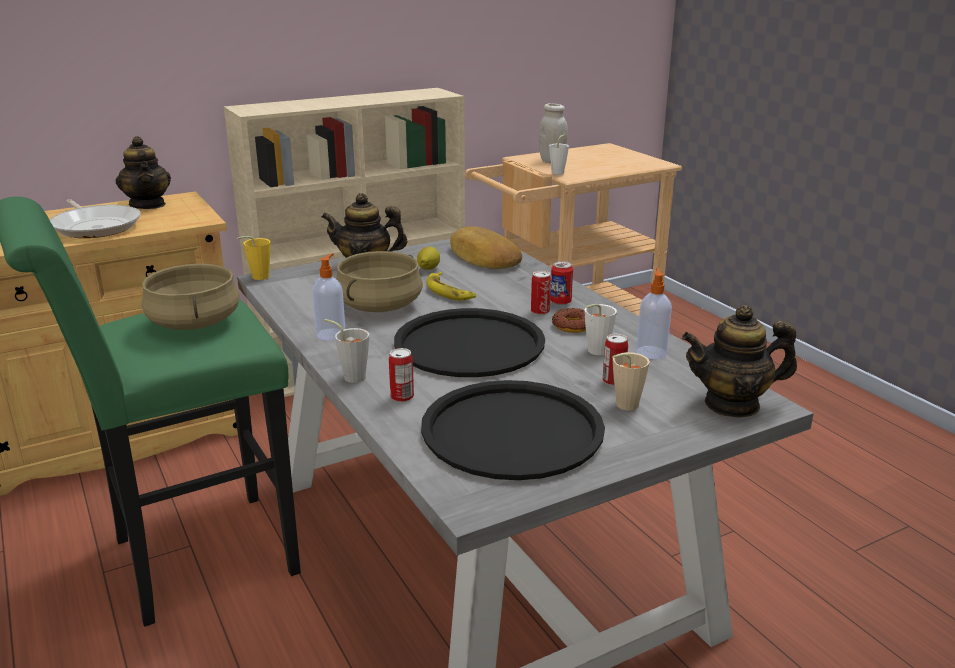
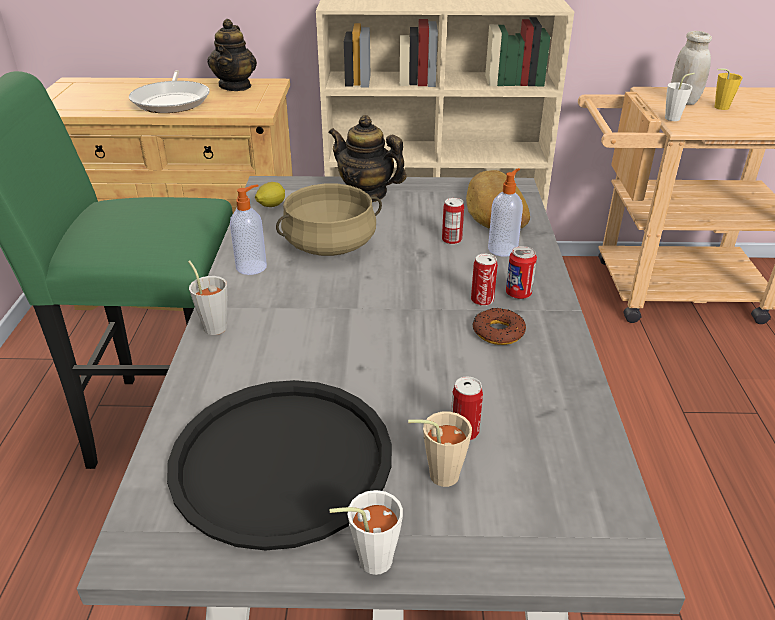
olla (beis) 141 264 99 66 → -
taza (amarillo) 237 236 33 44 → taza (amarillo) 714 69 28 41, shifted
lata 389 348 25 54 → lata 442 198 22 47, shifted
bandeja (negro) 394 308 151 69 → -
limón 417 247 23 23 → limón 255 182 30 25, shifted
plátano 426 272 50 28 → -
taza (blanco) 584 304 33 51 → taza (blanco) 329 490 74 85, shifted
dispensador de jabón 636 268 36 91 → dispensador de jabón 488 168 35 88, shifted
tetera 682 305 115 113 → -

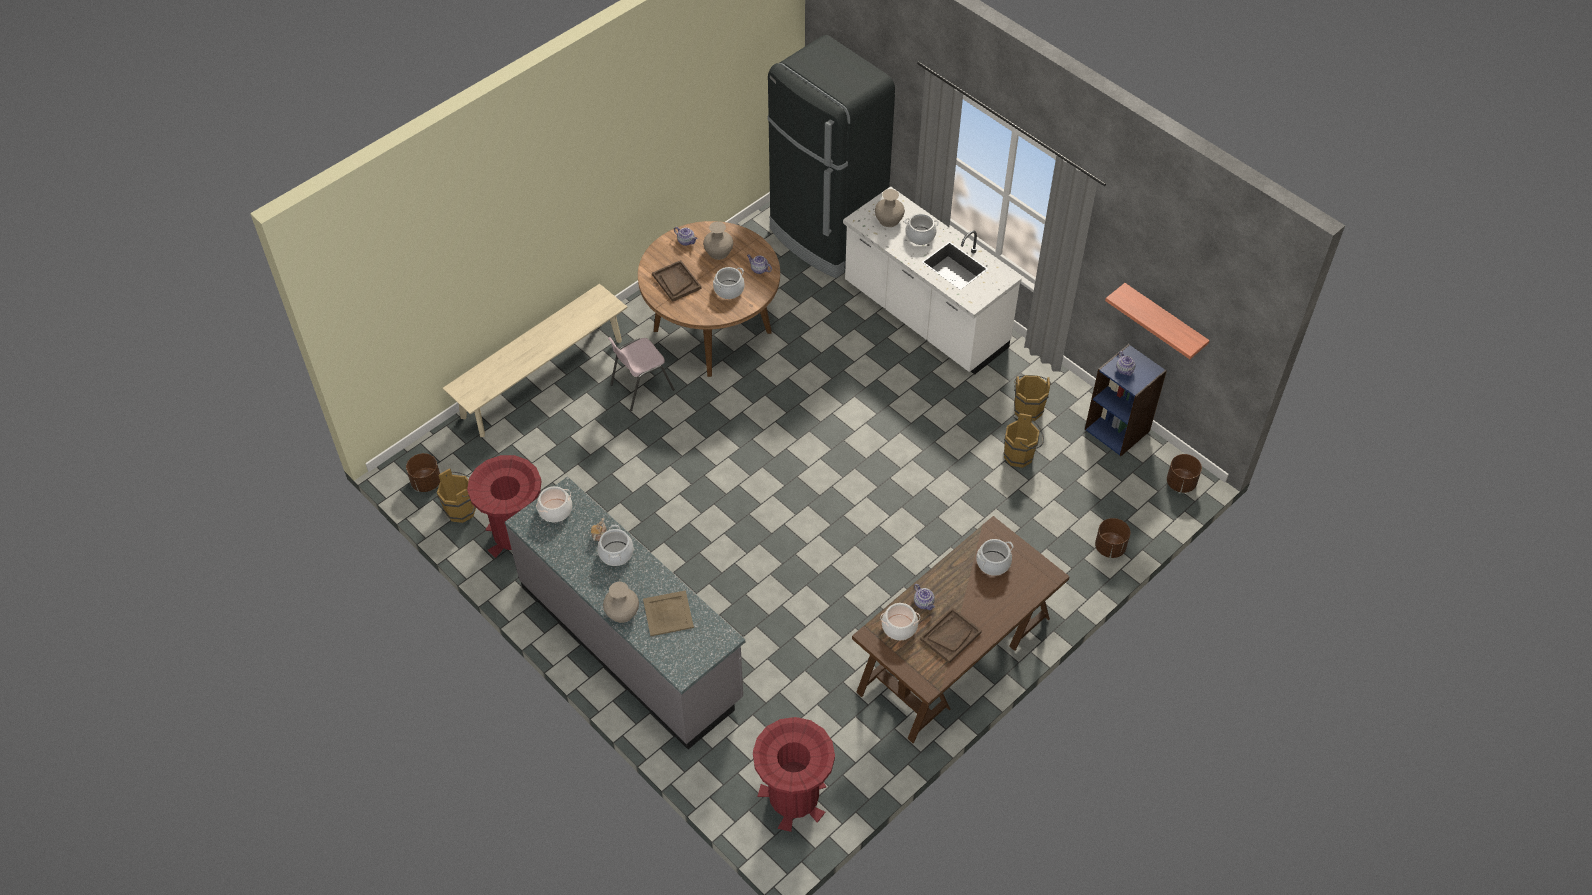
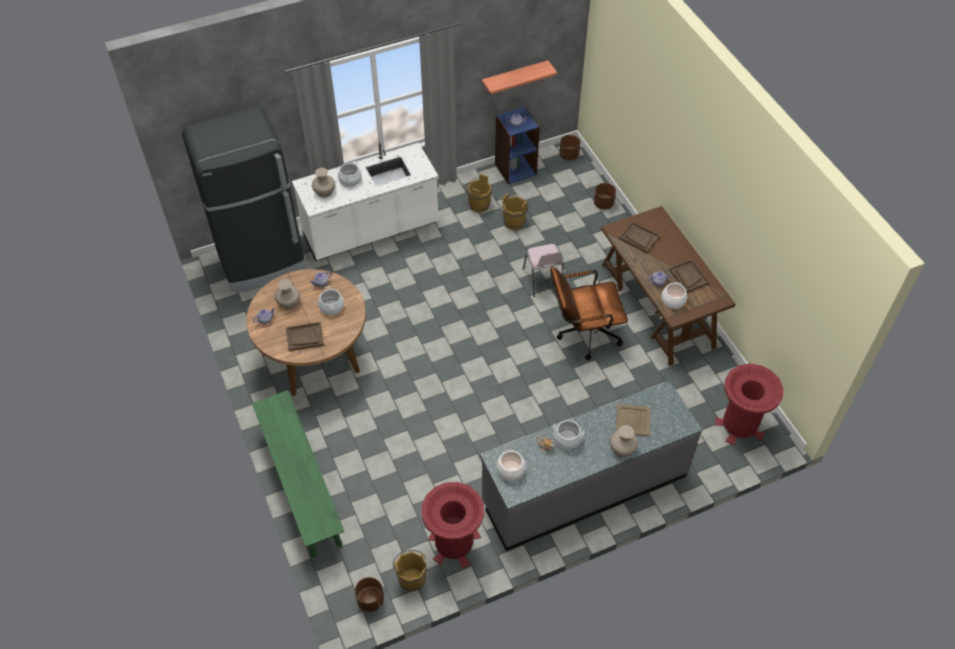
banco (beis) 442 284 185 153 → banco (verde) 252 390 92 168
silla (rosa) 608 337 67 74 → silla (rosa) 523 244 41 53, shifted
olla 976 539 38 37 → bandeja (marrón) 619 221 41 32
- → silla de oficina (marrón) 550 266 78 94

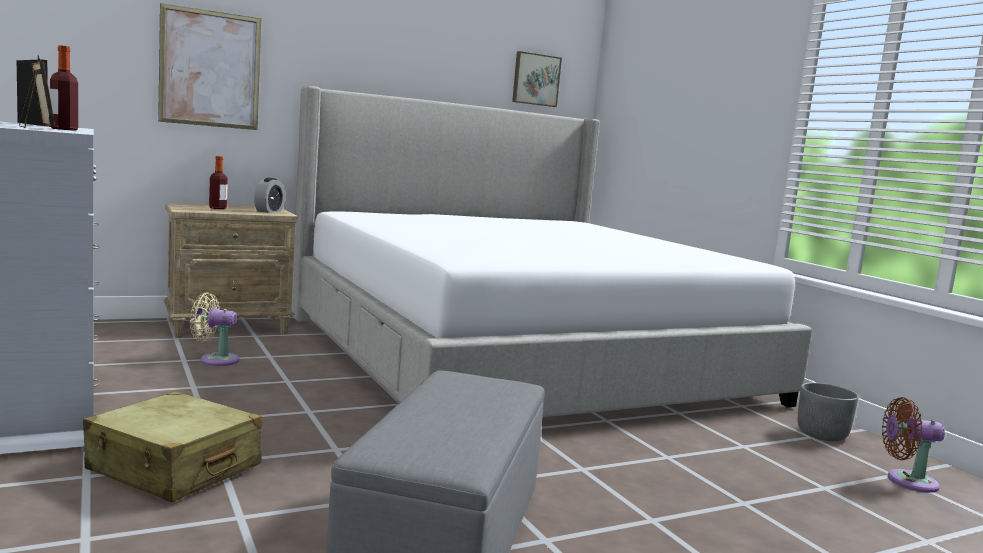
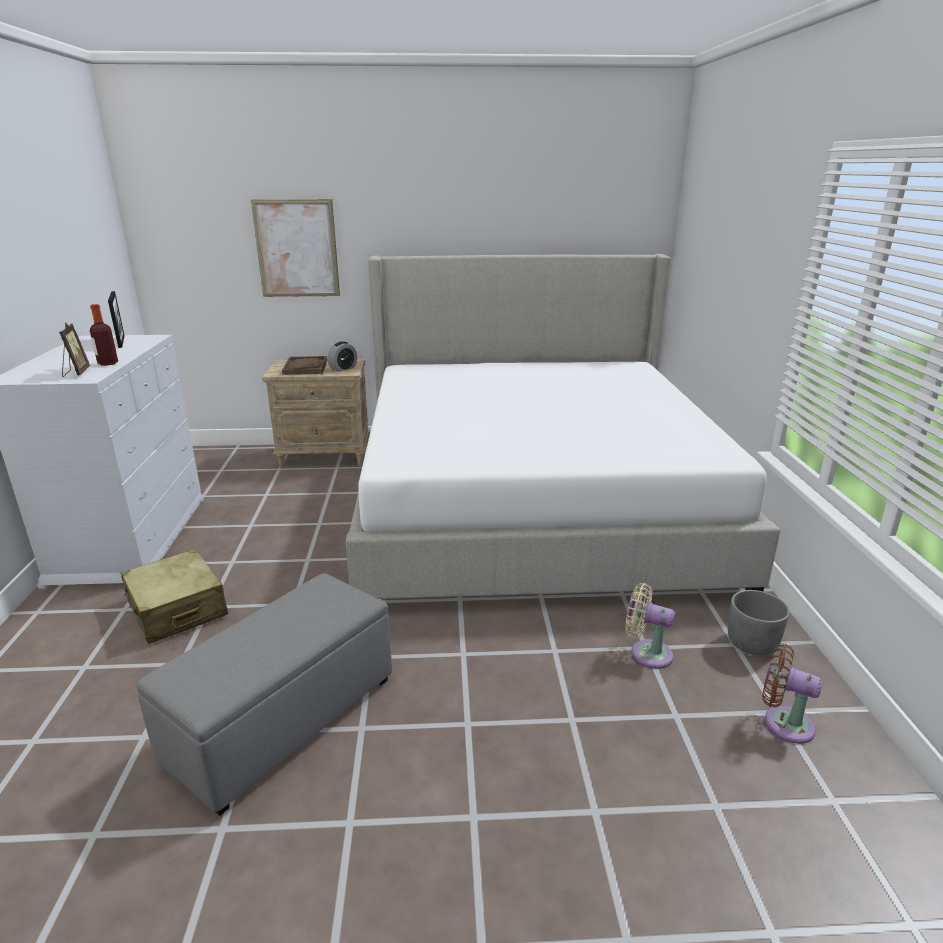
ventilador (beis) 190 292 49 74 → ventilador (beis) 625 583 50 86, shifted
botella 209 156 19 53 → bandeja (marrón) 282 356 45 19
cuadro 512 51 50 56 → -

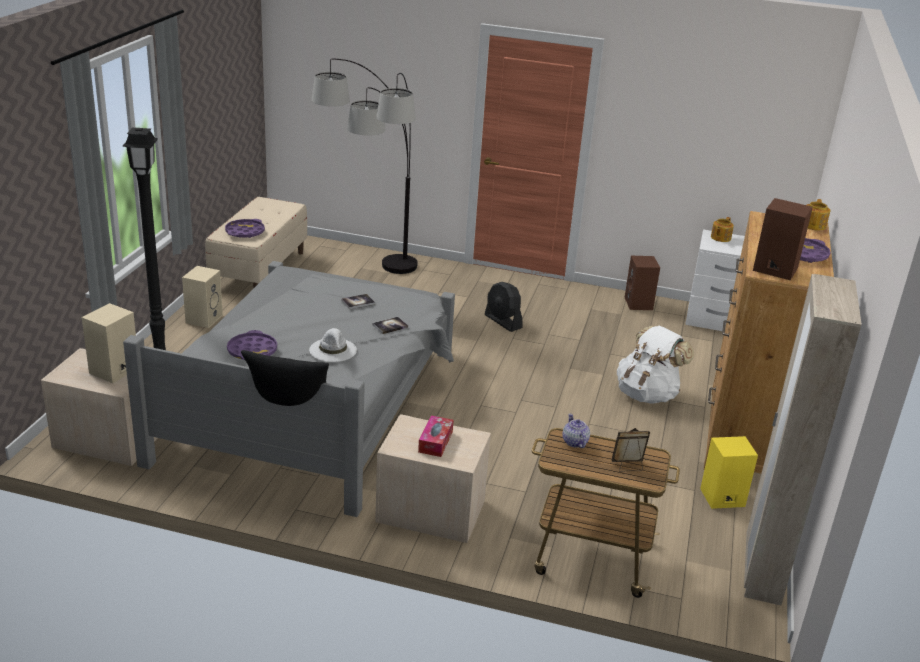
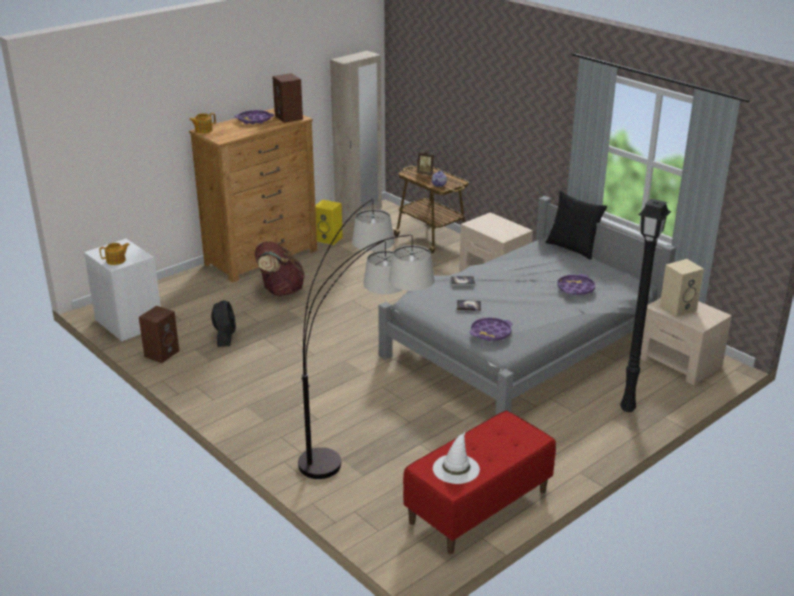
altavoz (beis) 182 266 41 62 → -
banco (beis) 205 197 102 91 → banco (rojo) 403 411 153 143
bandeja (morado) 225 219 40 19 → bandeja (morado) 470 317 42 24, shifted
sombrero (blanco) 309 328 48 34 → sombrero (blanco) 433 432 47 52, shifted
caja de pañuelos 418 415 35 42 → -
ventilador (negro) 485 282 38 50 → ventilador (negro) 211 300 25 47, shifted
mochila (blanco) 617 325 77 79 → mochila (marrón) 255 241 50 55

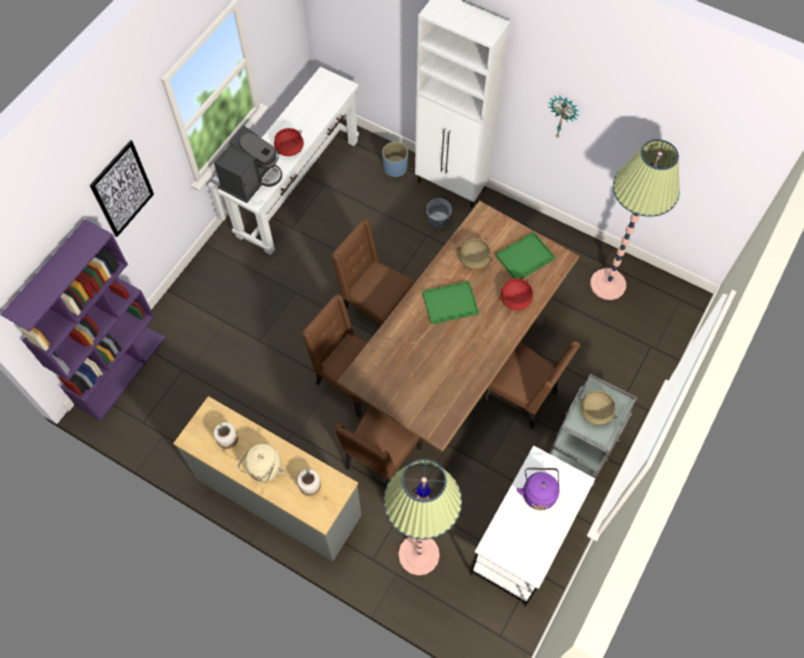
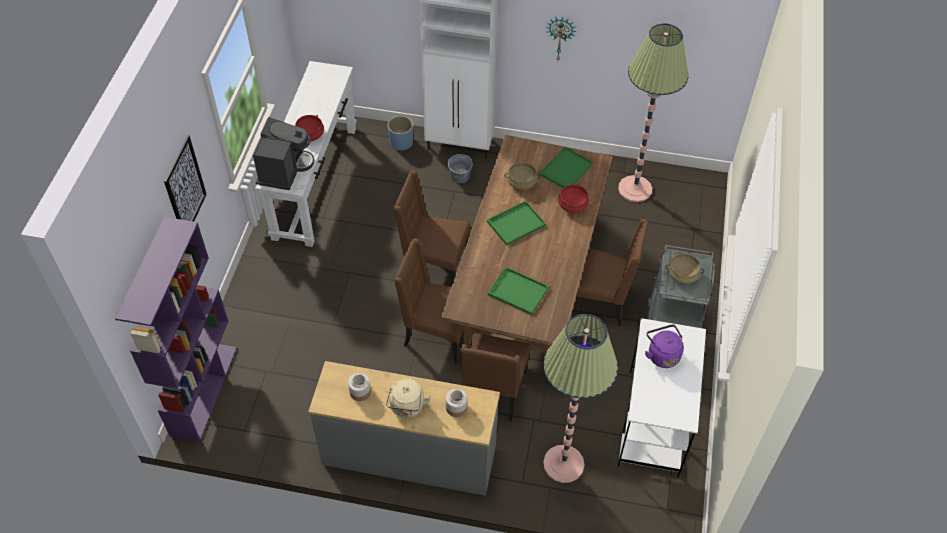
- → bandeja (verde) 488 267 61 48

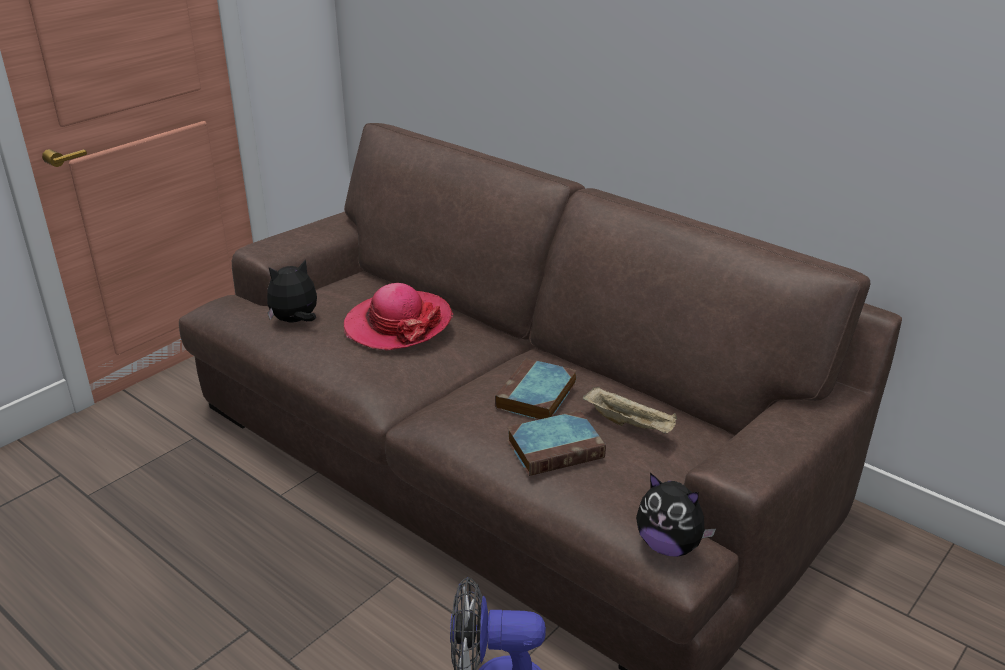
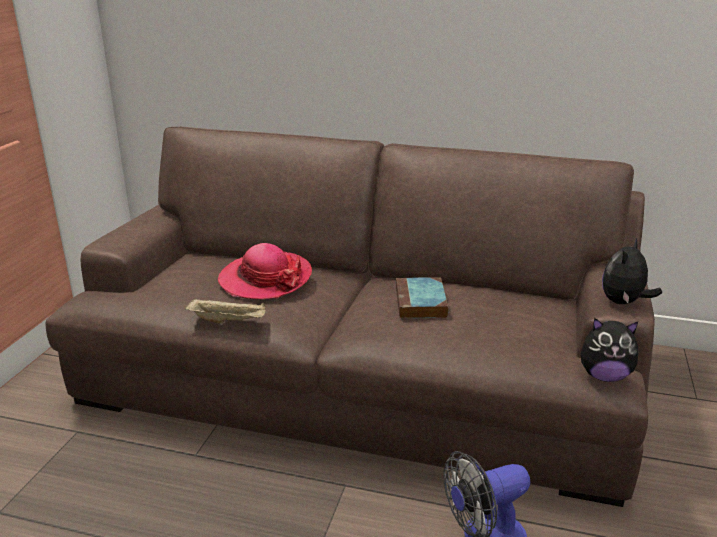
peluche 267 259 50 64 → peluche 602 238 60 66, shifted
libro 507 411 99 65 → -
bandeja (beis) 583 386 94 48 → bandeja (beis) 185 298 81 26, shifted

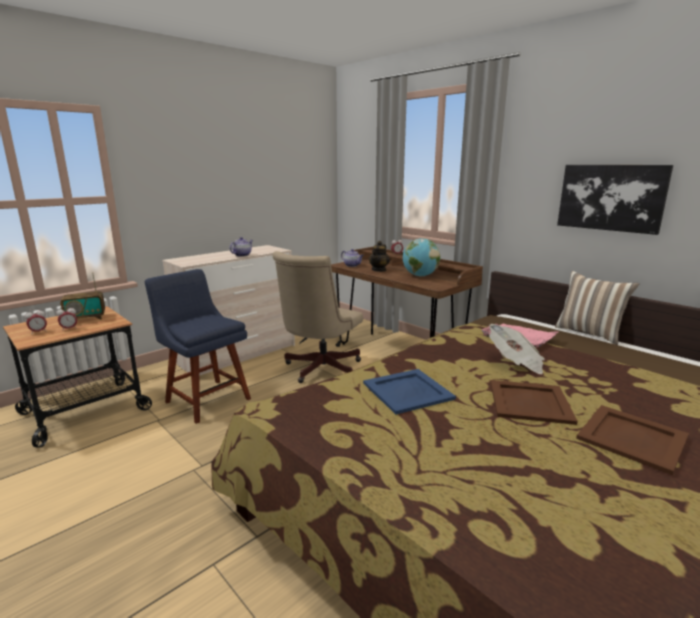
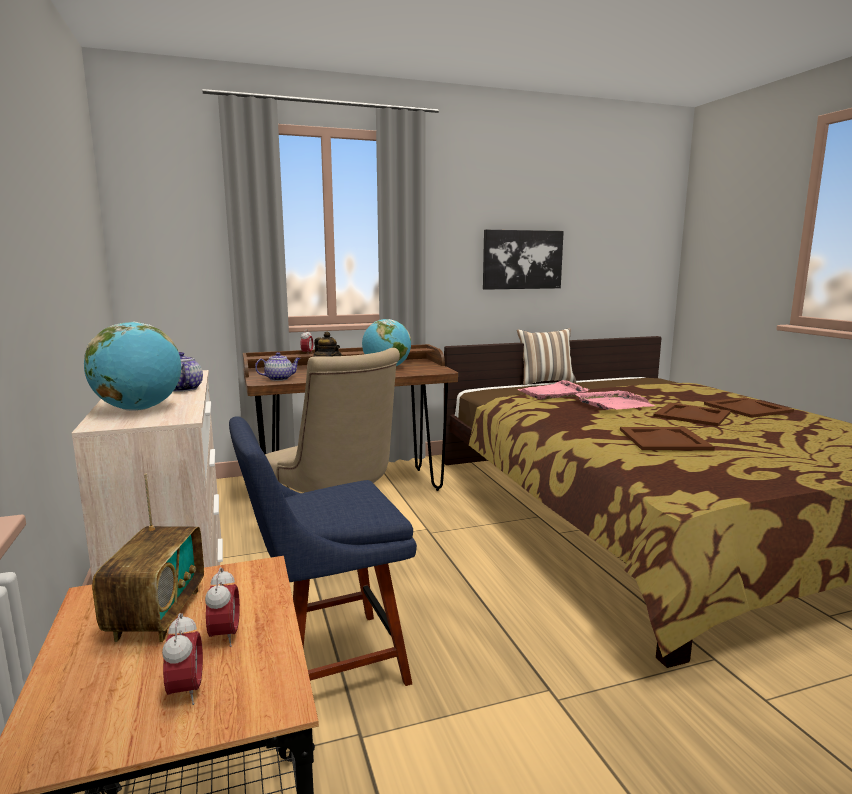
bandeja (azul) 363 369 93 45 → bandeja (marrón) 620 427 95 23
periódico 489 324 55 50 → bandeja (rosa) 576 390 80 20
- → globo terráqueo 84 321 97 90

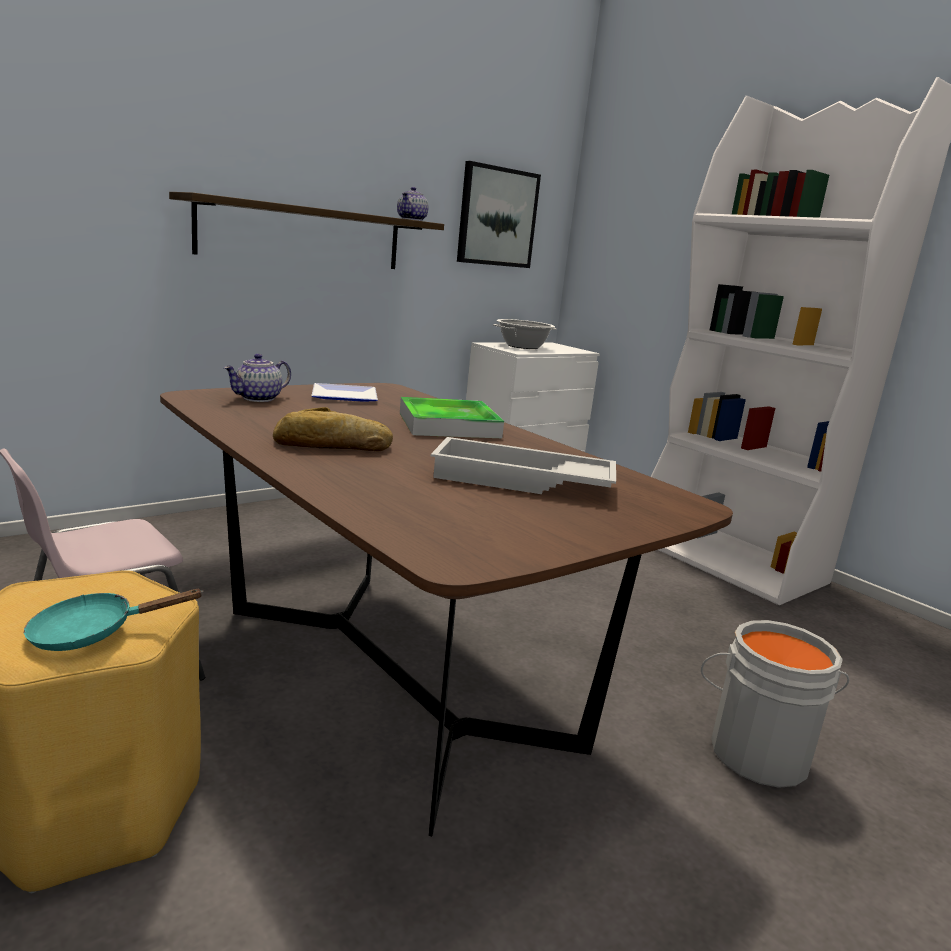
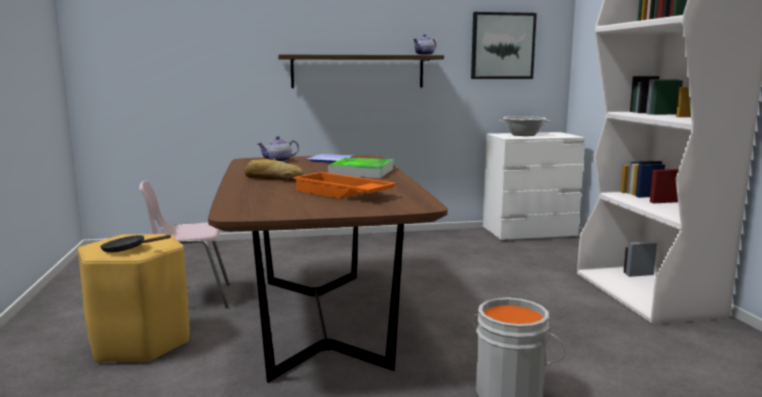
sartén (turquesa) 24 589 180 62 → sartén (negro) 100 235 72 18
bandeja (blanco) 431 437 185 57 → bandeja (naranja) 293 172 104 27

